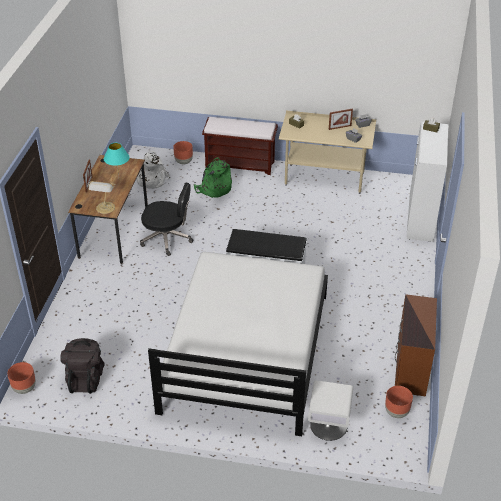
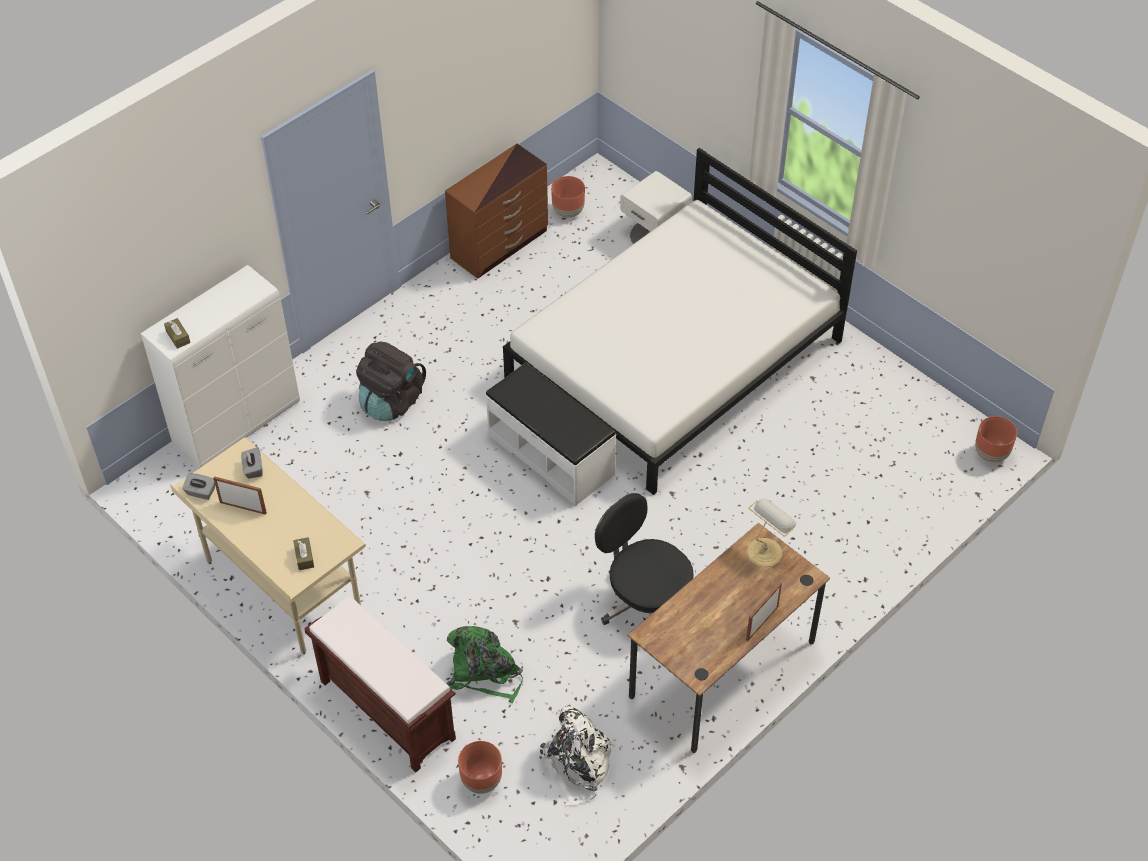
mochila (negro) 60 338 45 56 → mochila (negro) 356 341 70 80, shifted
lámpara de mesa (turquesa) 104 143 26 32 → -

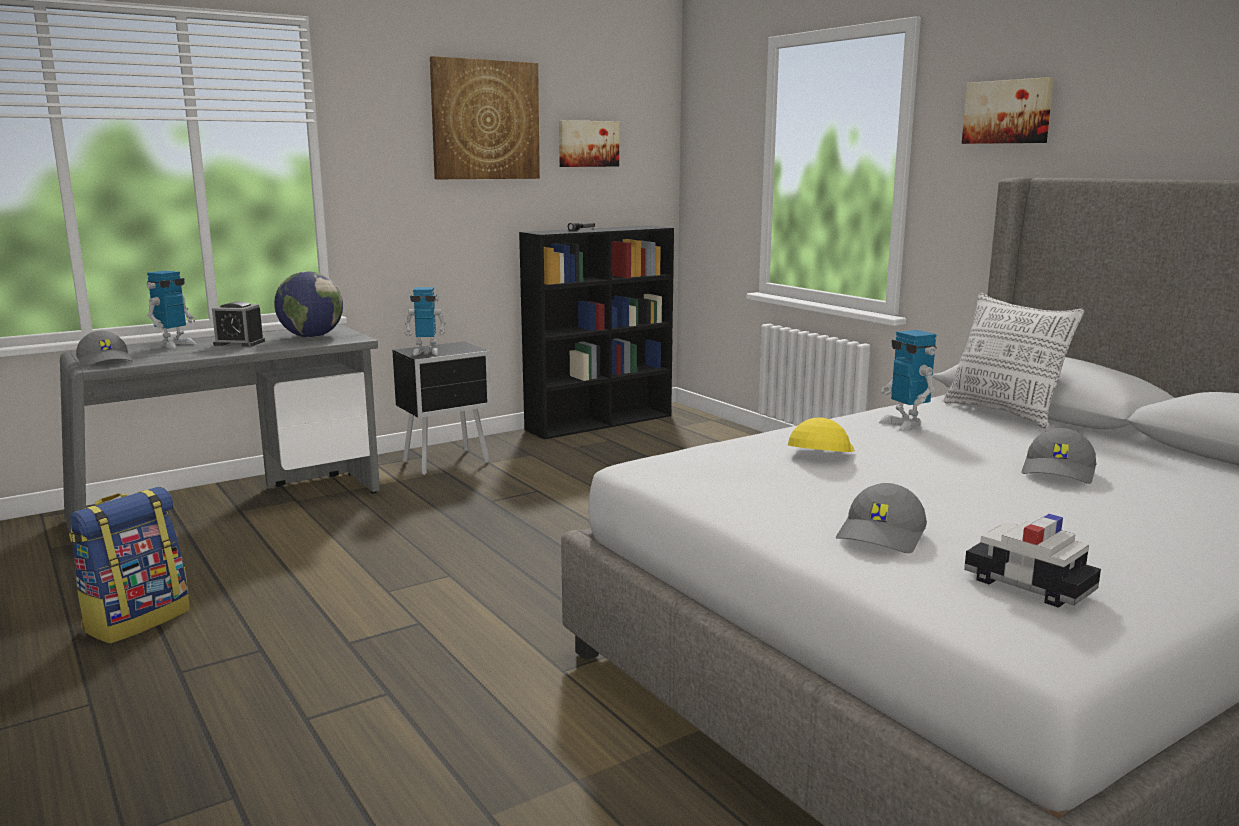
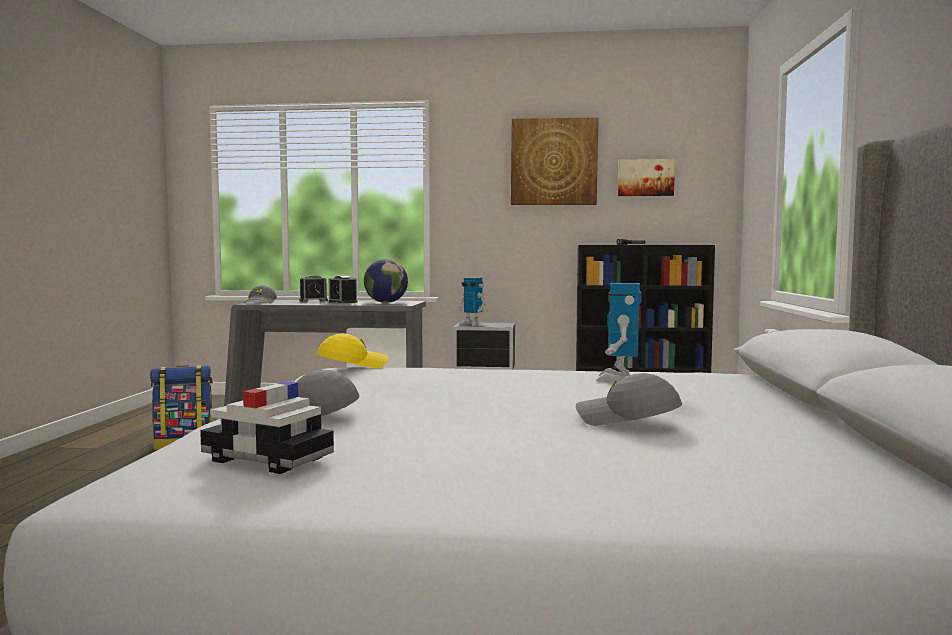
robot de juguete 147 271 49 78 → despertador 299 275 29 27
gorra (amarillo) 788 418 67 34 → gorra (amarillo) 316 333 72 35, shifted
cojín 944 293 140 136 → -
cuadro 962 77 92 67 → -
coche de juguete 964 514 137 94 → coche de juguete 200 381 134 93, 60 degrees counterclockwise
gorra (gris) 1021 428 75 56 → gorra (gris) 576 373 106 53, 45 degrees clockwise

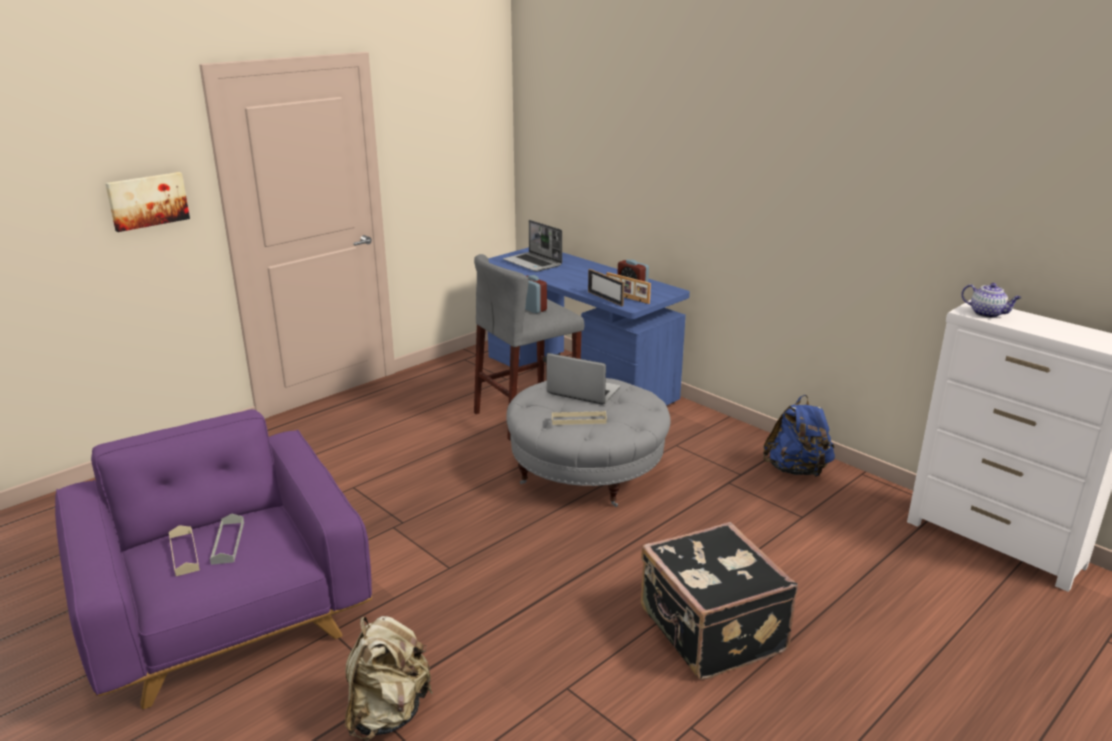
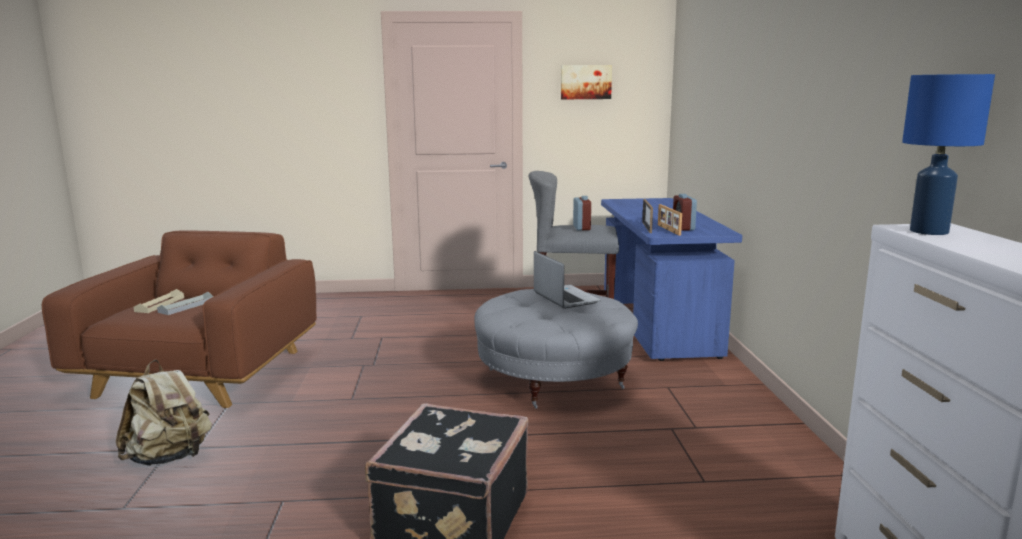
sillón (morado) 55 409 317 300 → sillón (marrón) 42 230 275 178
cuadro 105 172 85 60 → cuadro 561 65 51 34, shifted
portátil 503 220 59 52 → -
bandeja (beis) 552 411 55 14 → -
mochila (azul) 763 395 72 82 → -
tetera 961 283 61 35 → lámpara de mesa (azul) 902 74 93 161

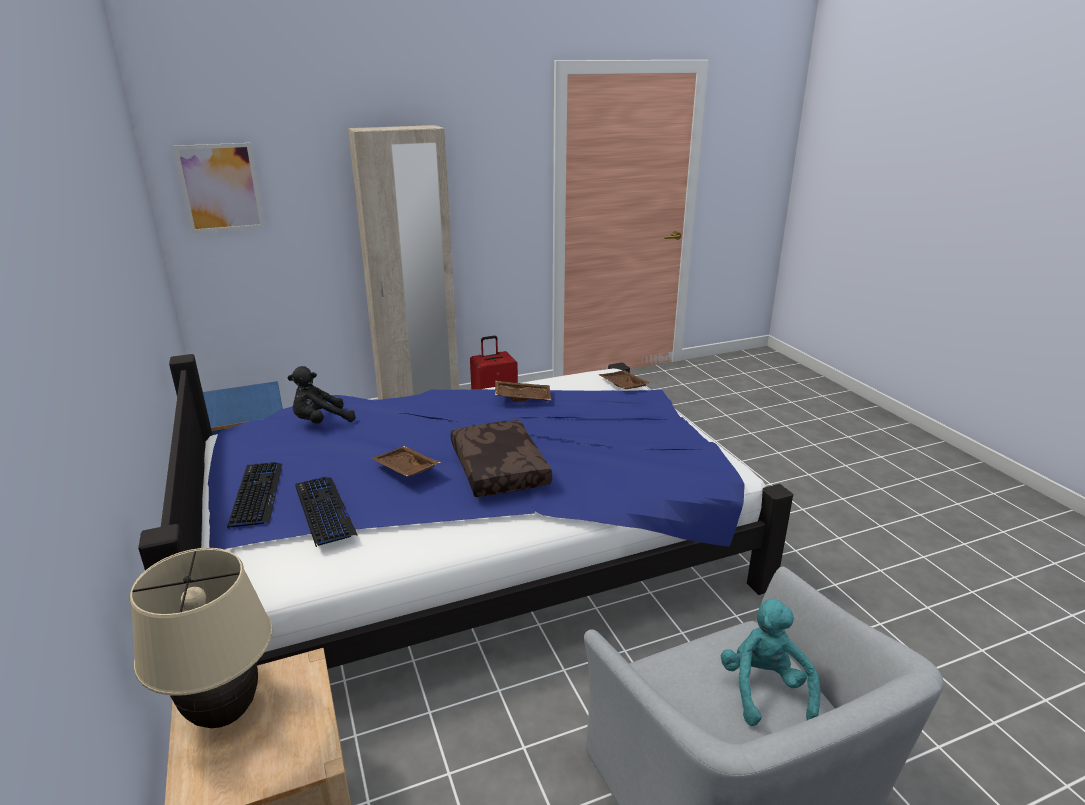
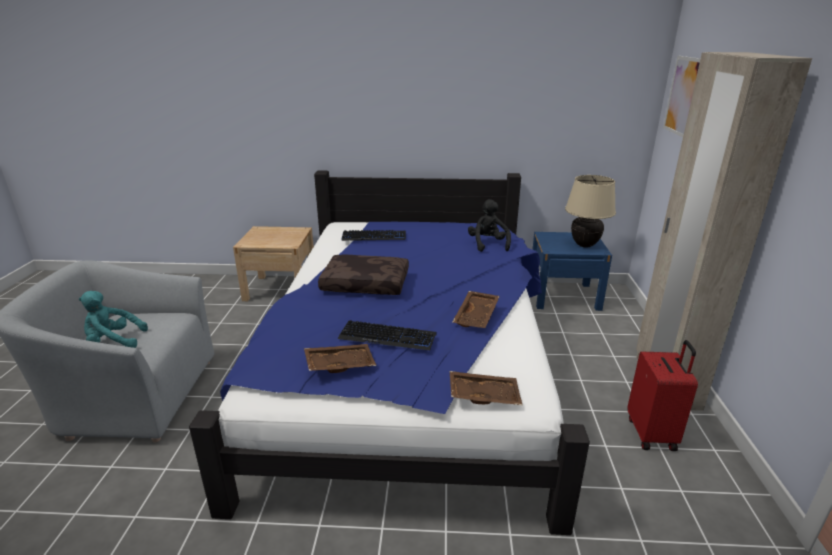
lámpara de mesa (beis) 130 548 143 180 → lámpara de mesa (beis) 565 175 51 73, shifted
teclado 227 462 55 67 → teclado 338 320 98 30, shifted
bandeja (marrón) 372 446 69 31 → bandeja (marrón) 304 344 72 29, shifted
peluche (turquesa) 721 598 100 128 → peluche (turquesa) 79 291 69 57, 150 degrees clockwise

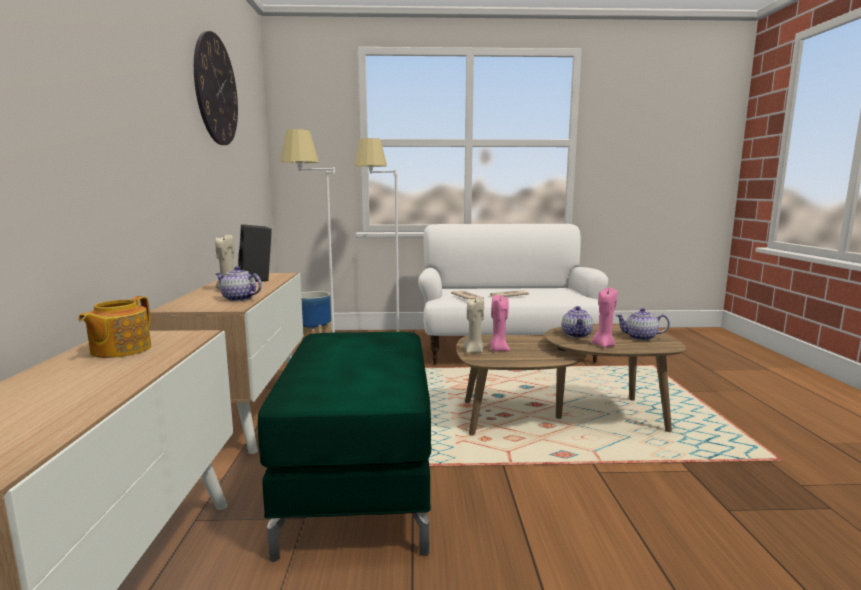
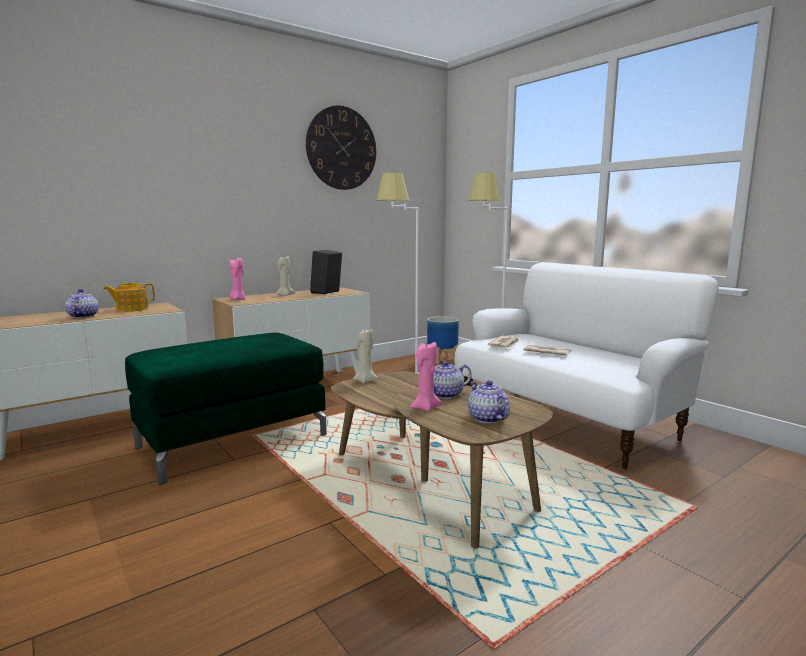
tetera 216 266 46 35 → tetera 65 289 34 29, shifted
vela (rosa) 489 295 21 56 → vela (rosa) 229 258 16 42, shifted

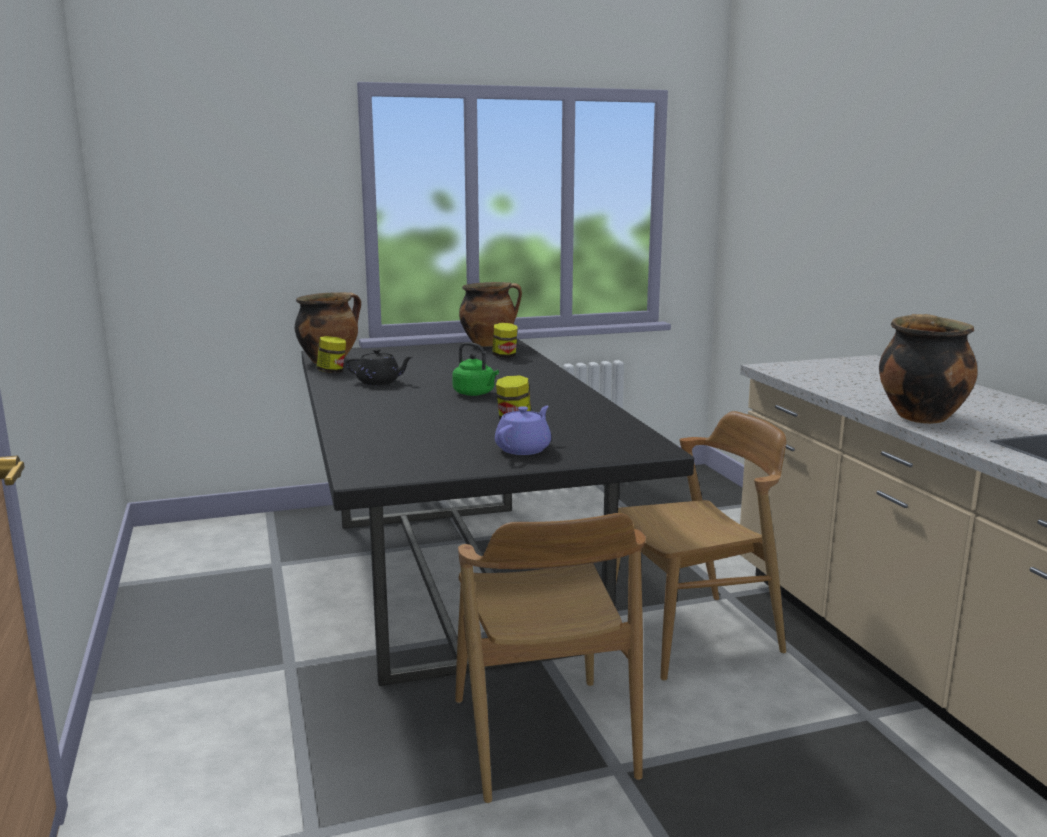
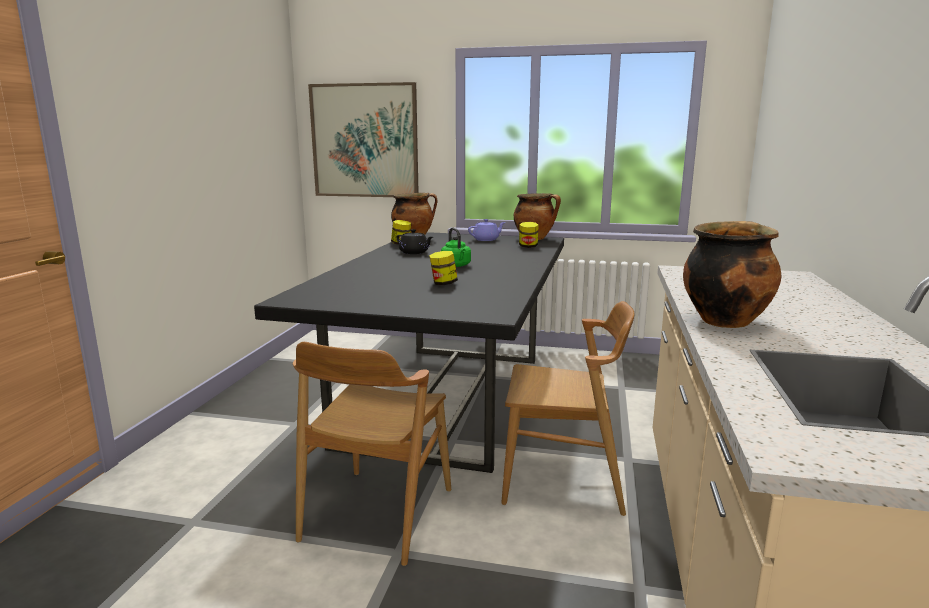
tetera (morado) 495 406 56 49 → tetera (morado) 468 219 37 22, shifted
- → cuadro 308 82 111 115

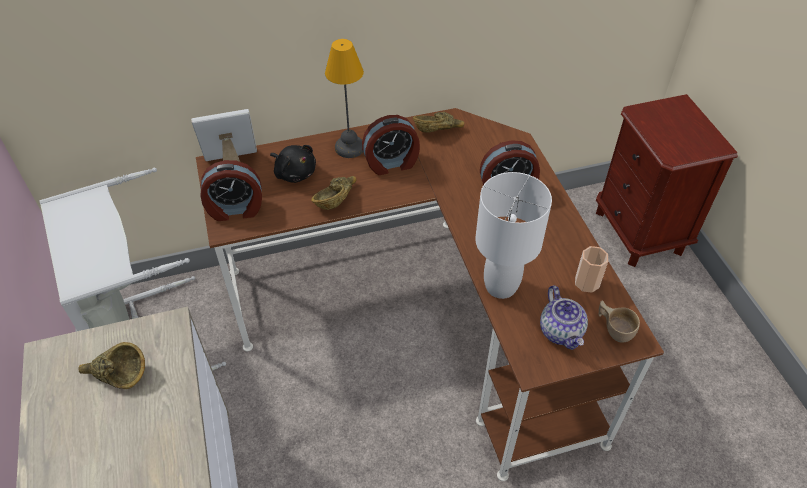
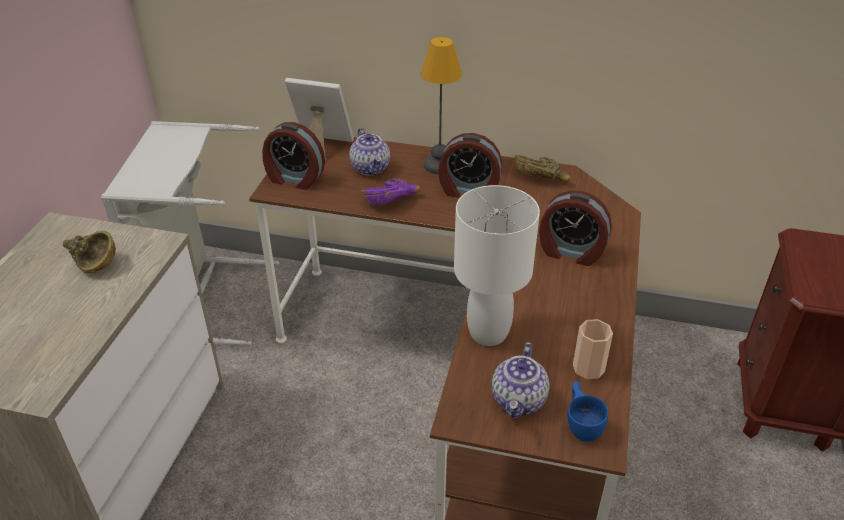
peluche (negro) 270 145 46 38 → tetera 349 128 41 48
cuenco (marrón) 311 176 46 34 → cuenco (morado) 360 178 60 28
taza (beis) 598 300 42 43 → taza (azul) 567 381 41 61

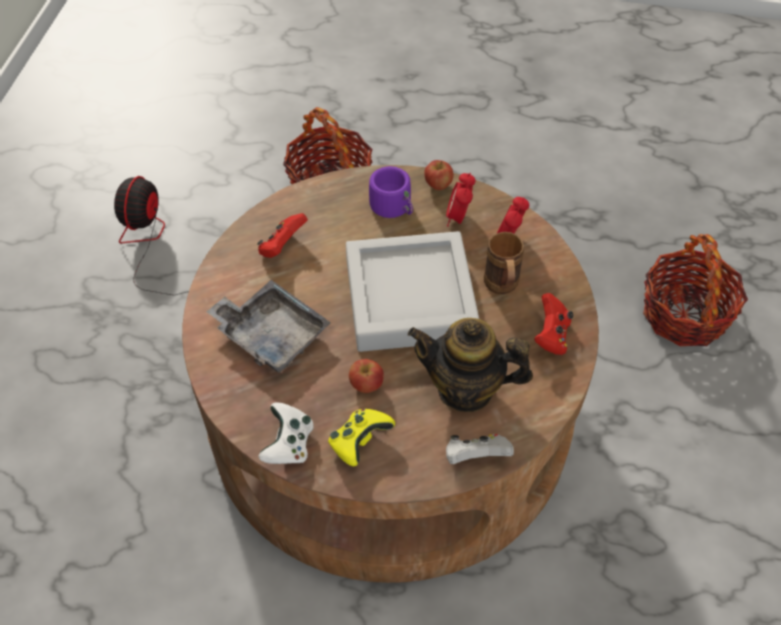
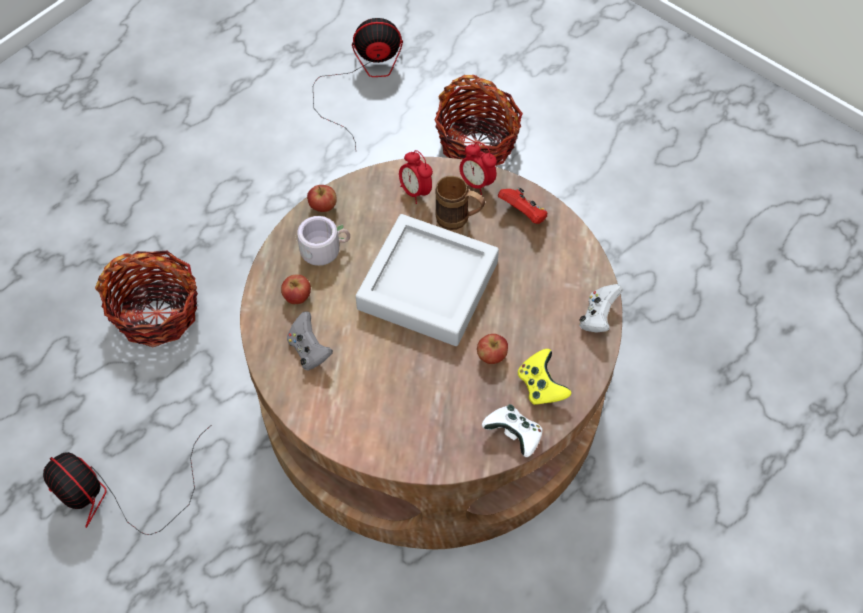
bandeja (gris) 206 280 125 93 → -
mando de consola (rojo) 257 213 51 45 → mando de consola (gris) 287 312 46 58
taza grande (morado) 369 166 44 52 → taza grande (gris) 295 216 55 50
tetera 408 318 125 94 → -
despertador 446 173 29 53 → despertador 460 142 37 53, shifted
- → manzana 281 274 30 30
- → ventilador 313 18 90 131

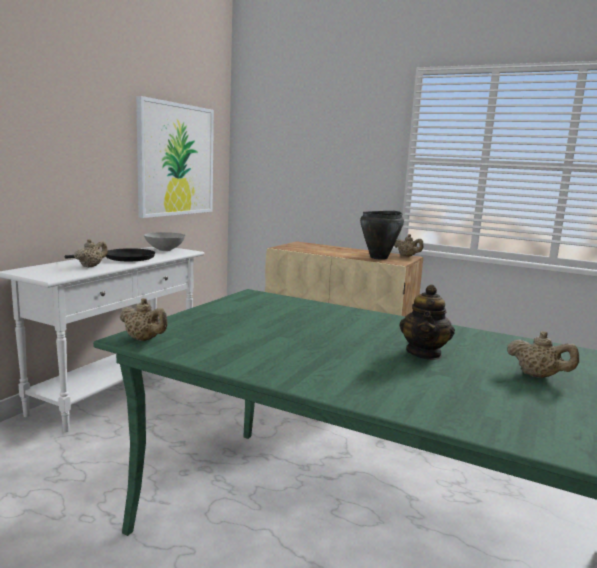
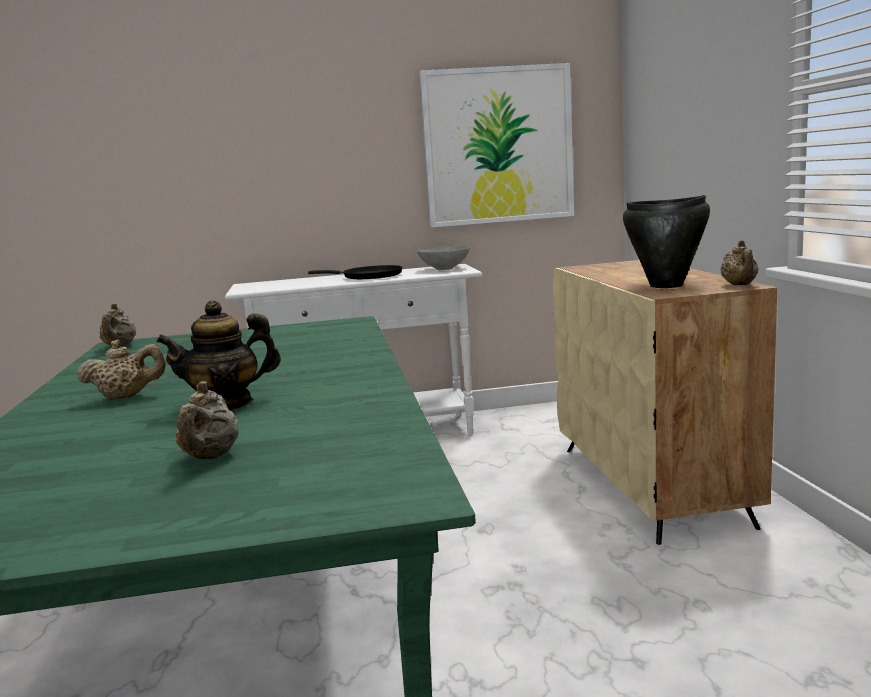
tetera (beis) 74 239 34 29 → tetera (beis) 77 340 89 60, shifted

